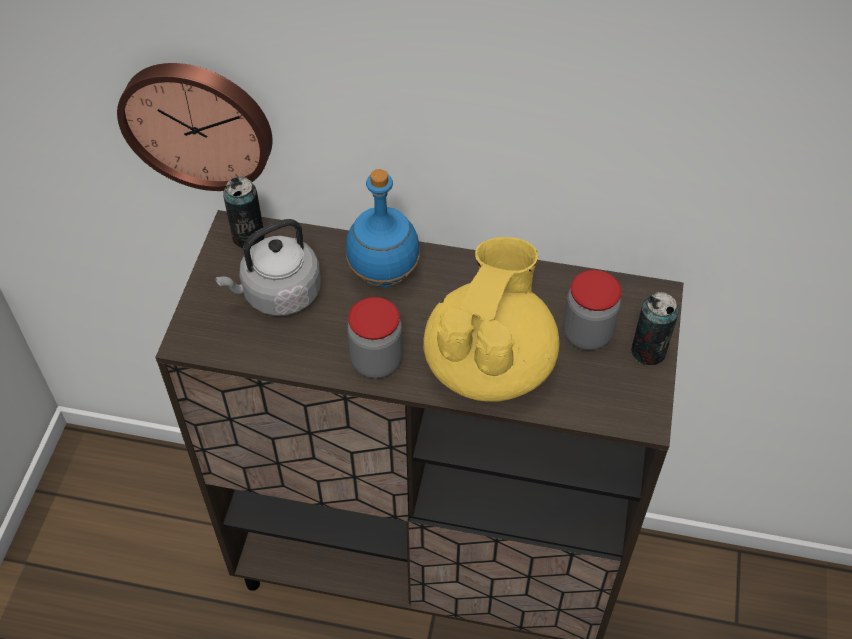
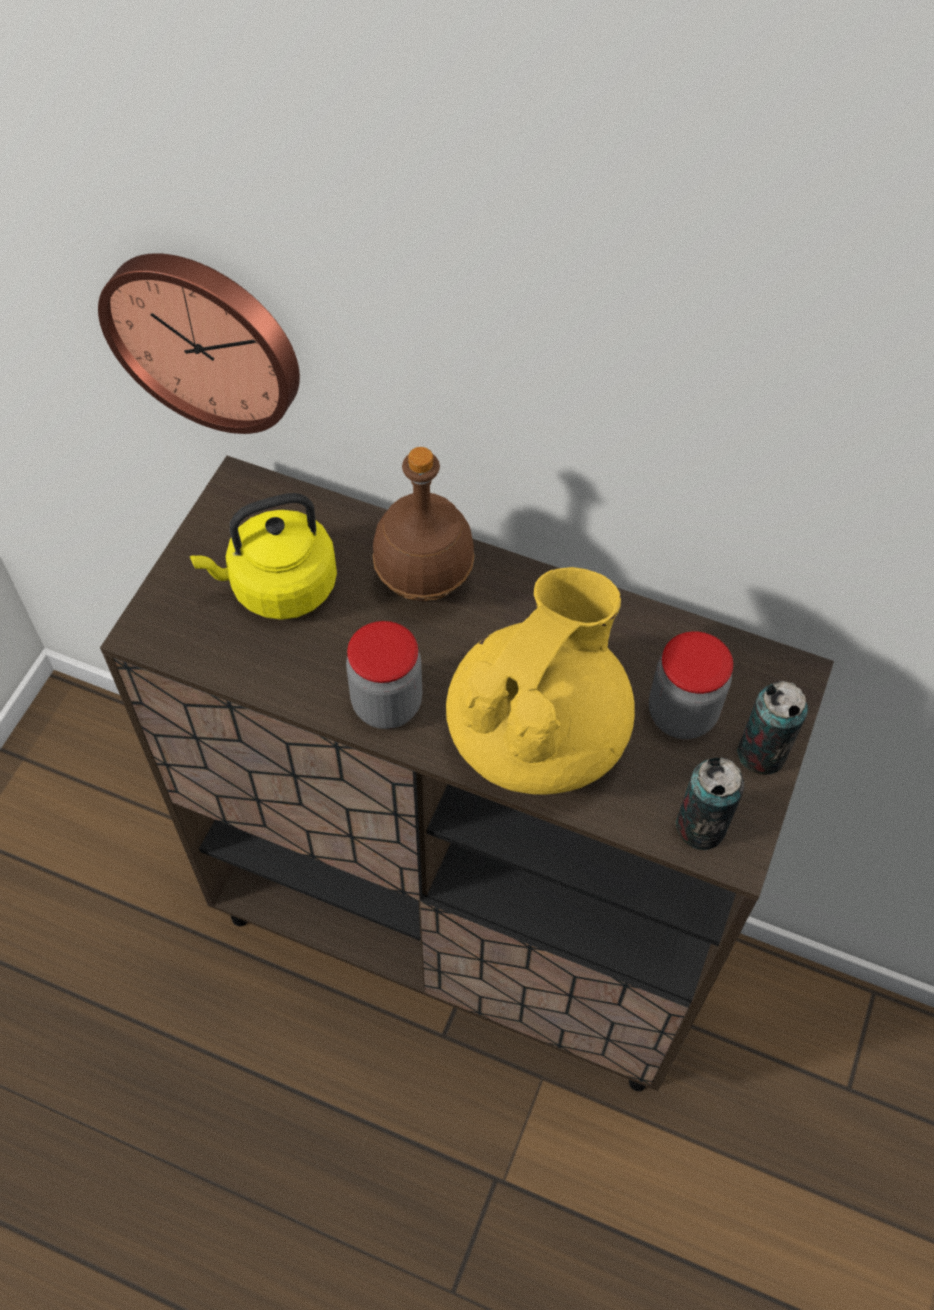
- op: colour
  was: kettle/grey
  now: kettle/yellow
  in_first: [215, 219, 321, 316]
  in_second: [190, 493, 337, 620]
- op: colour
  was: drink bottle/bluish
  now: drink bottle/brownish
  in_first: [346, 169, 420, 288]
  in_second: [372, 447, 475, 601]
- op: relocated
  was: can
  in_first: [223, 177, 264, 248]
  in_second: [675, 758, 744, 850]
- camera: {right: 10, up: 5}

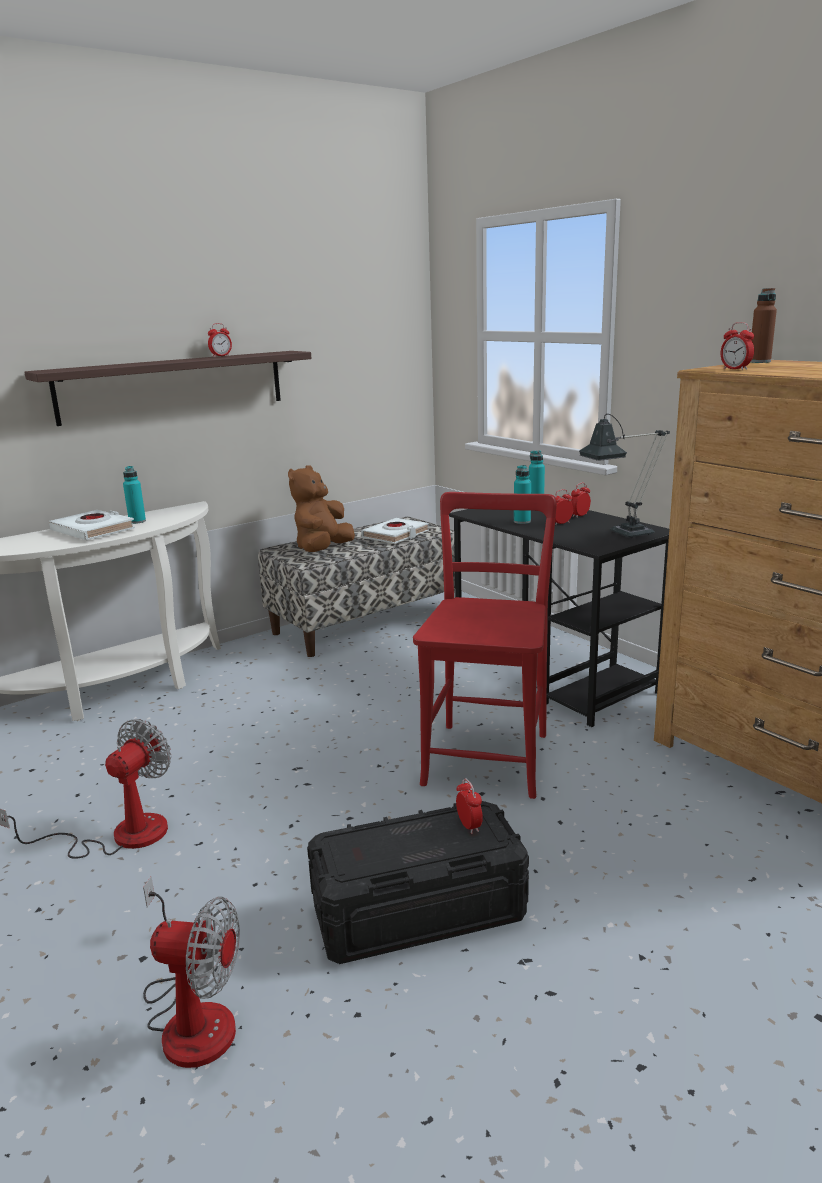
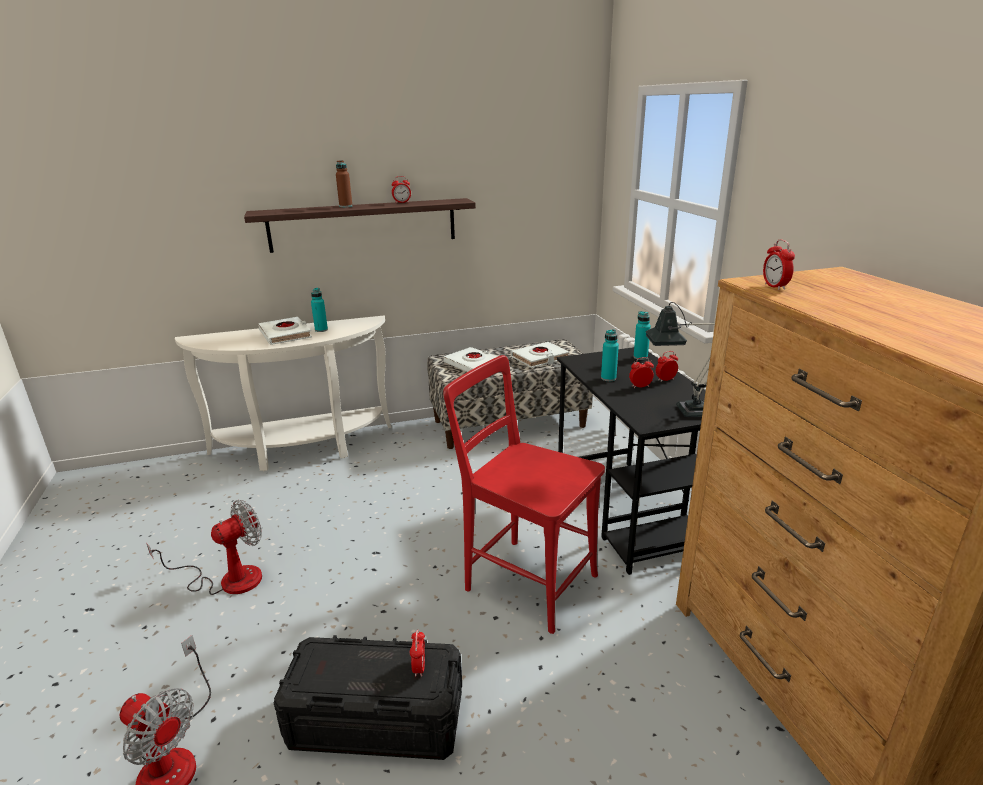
- op: relocated
  was: drink bottle/brownish
  in_first: [751, 288, 777, 363]
  in_second: [336, 160, 352, 208]
- op: spun
  was: upright chair/reddish
  in_first: [413, 492, 557, 799]
  in_second: [443, 355, 605, 634]
  clockwise: -90
- op: exchanged
  was: plush toy/brownish
  now: volume/whitish
  in_first: [288, 465, 355, 552]
  in_second: [444, 347, 497, 372]
- camera: {right: 20, up: 5}

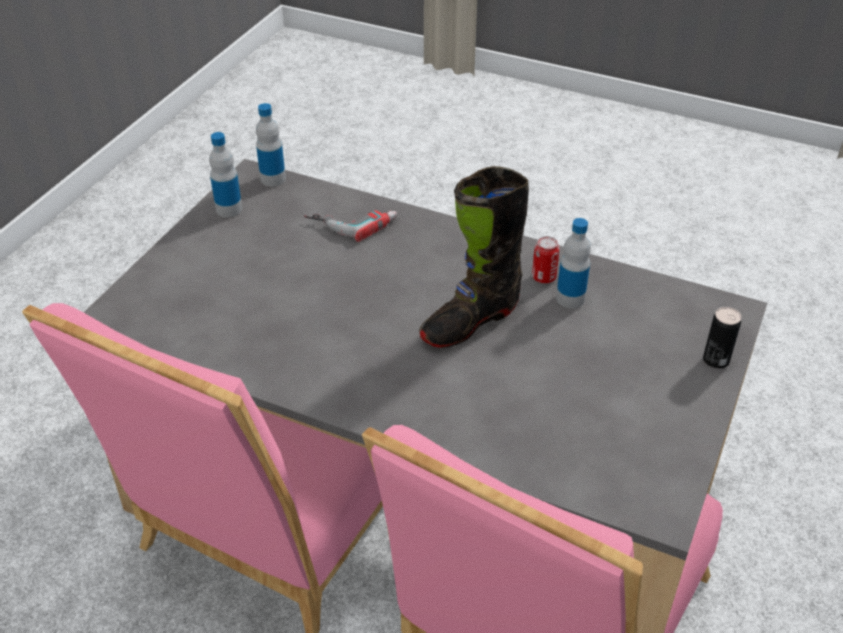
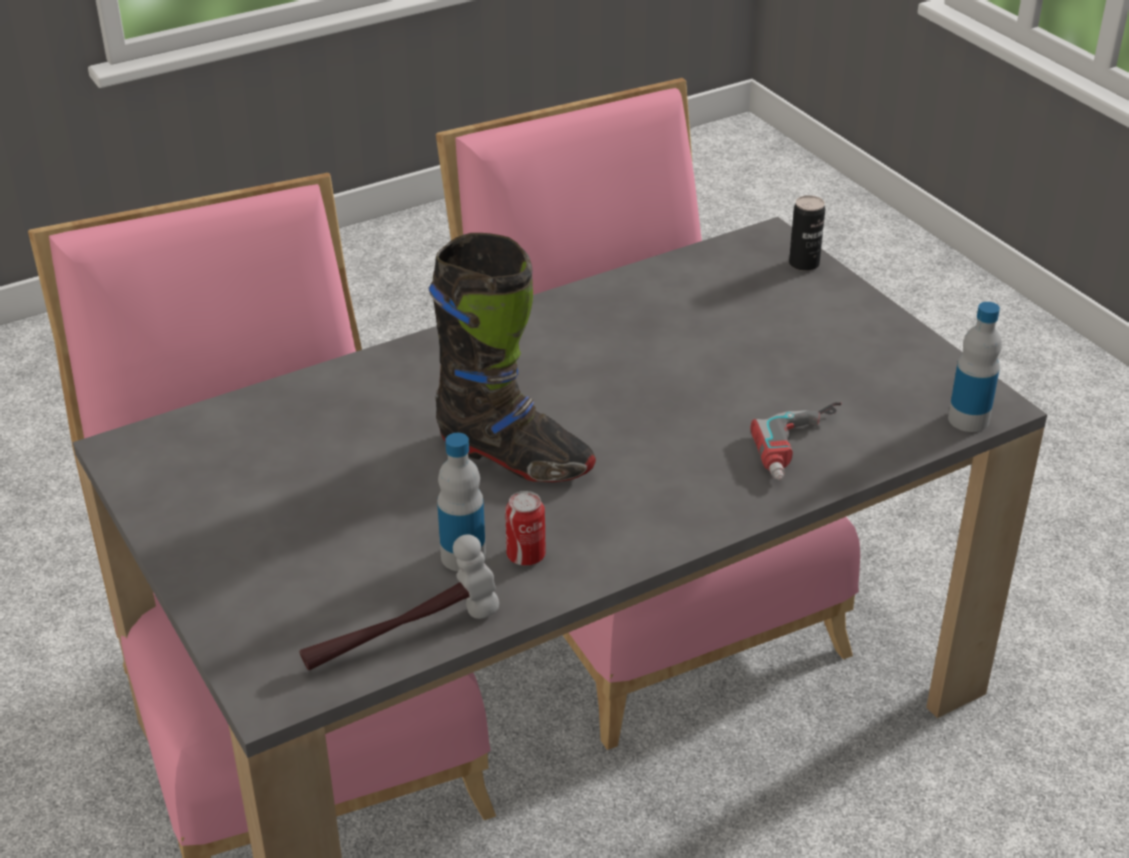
- op: appeared
  now: hand hammer
  in_second: [299, 534, 499, 670]
- op: spun
  was: boot/blackish
  in_first: [419, 166, 529, 348]
  in_second: [429, 233, 596, 482]
  clockwise: 120
- op: relocated
  was: can
  in_first: [703, 307, 741, 368]
  in_second: [789, 195, 825, 271]
- op: missing
  was: drink bottle
  in_first: [209, 132, 242, 217]
- camera: {right: 125, up: -5}

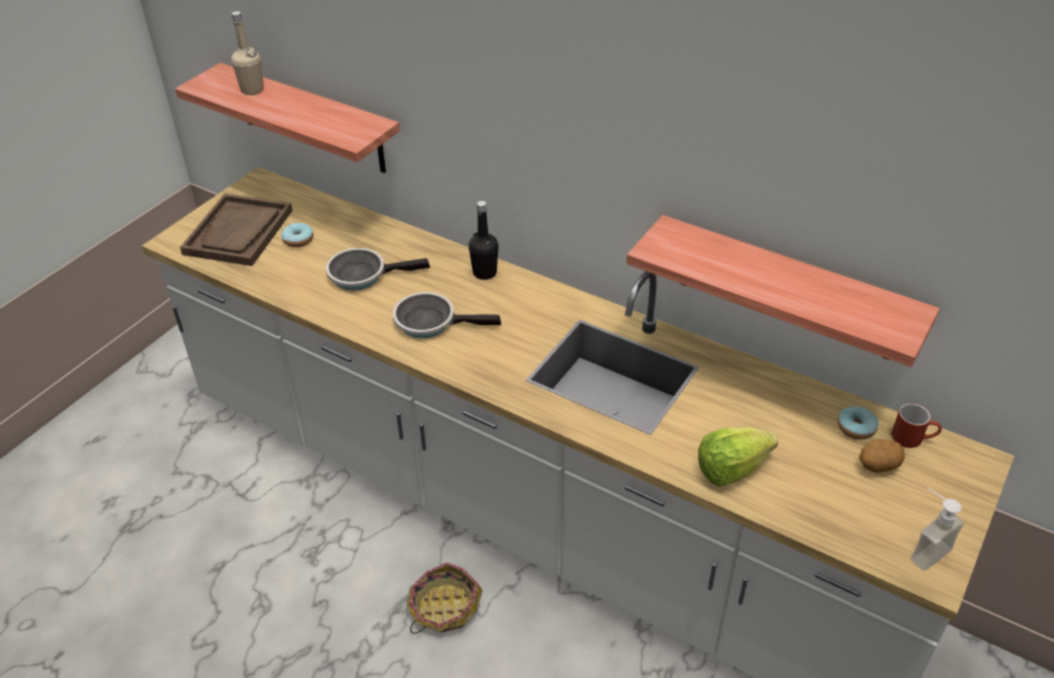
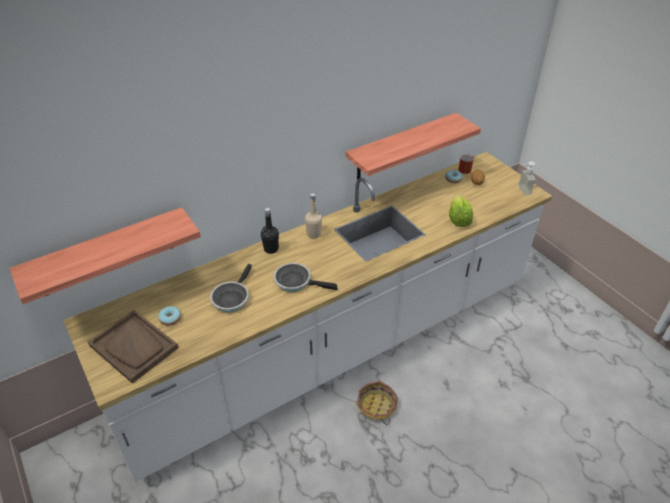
- op: spun
  was: pan
  in_first: [393, 292, 501, 338]
  in_second: [274, 263, 338, 292]
  clockwise: 75
- op: relocated
  was: drink bottle/beige
  in_first: [231, 11, 264, 95]
  in_second: [305, 193, 322, 238]
- camera: {right: -65, up: 0}

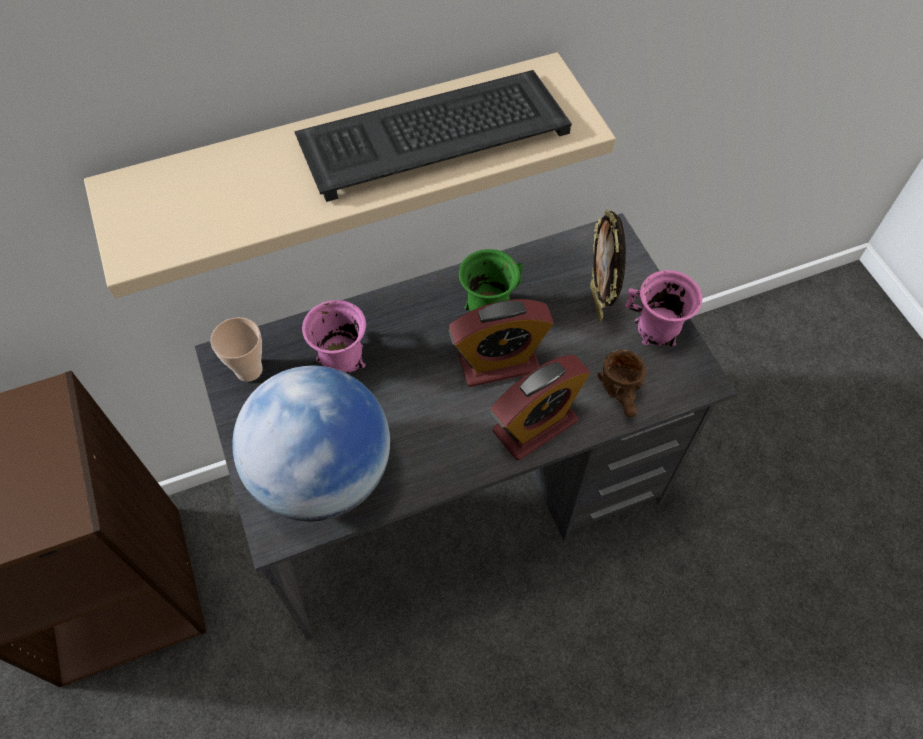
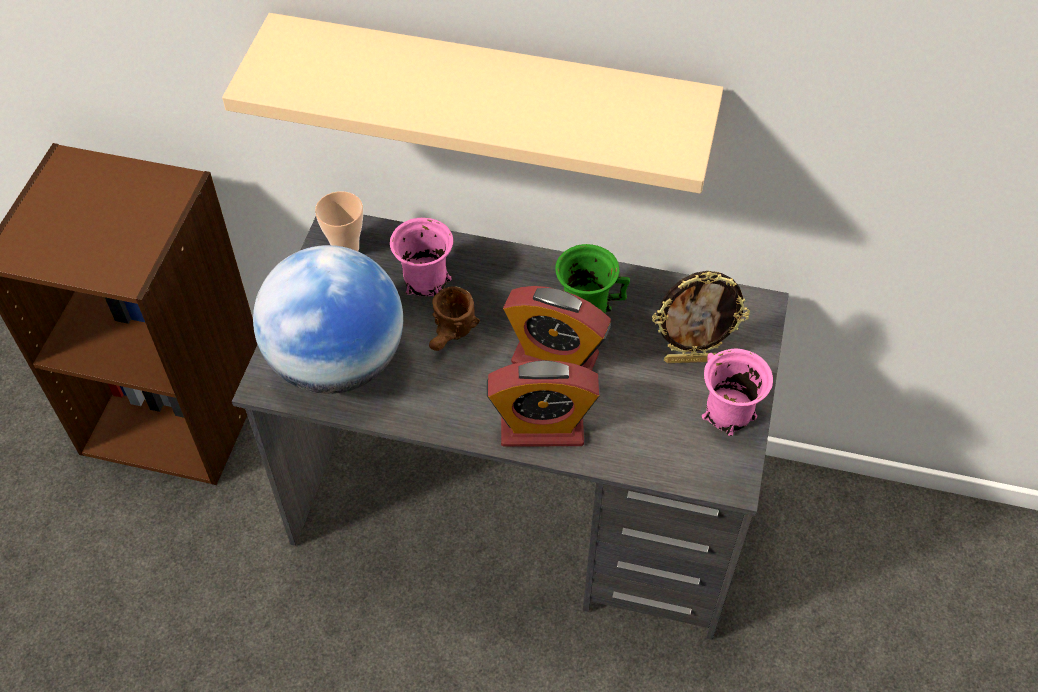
- op: relocated
  was: mug/brownish
  in_first: [598, 350, 646, 417]
  in_second: [429, 286, 480, 351]
- op: spun
  was: standing frame
  in_first: [590, 209, 626, 322]
  in_second: [652, 271, 750, 363]
  clockwise: -120
- op: missing
  was: PC keyboard
  in_first: [294, 70, 572, 202]
- camera: {right: 35, up: -5}

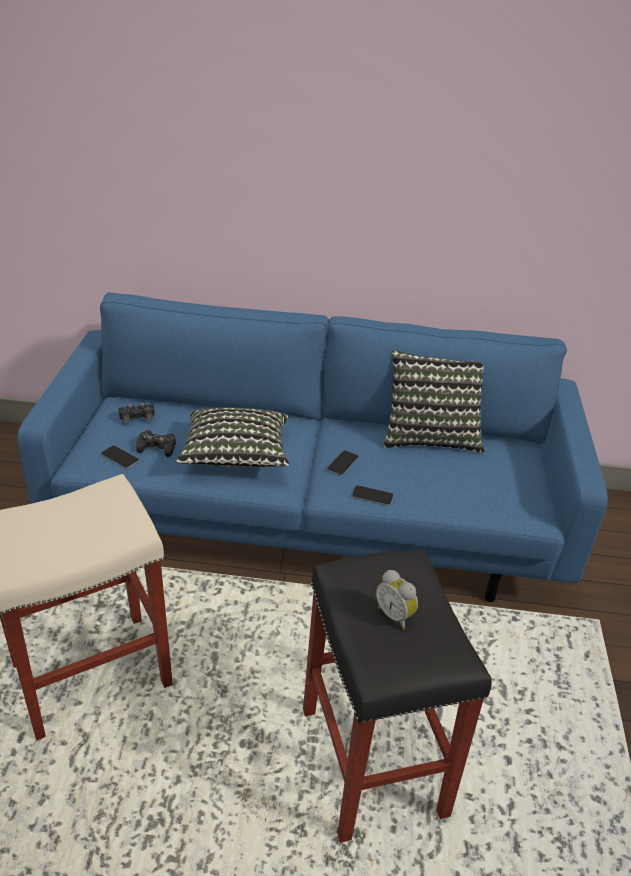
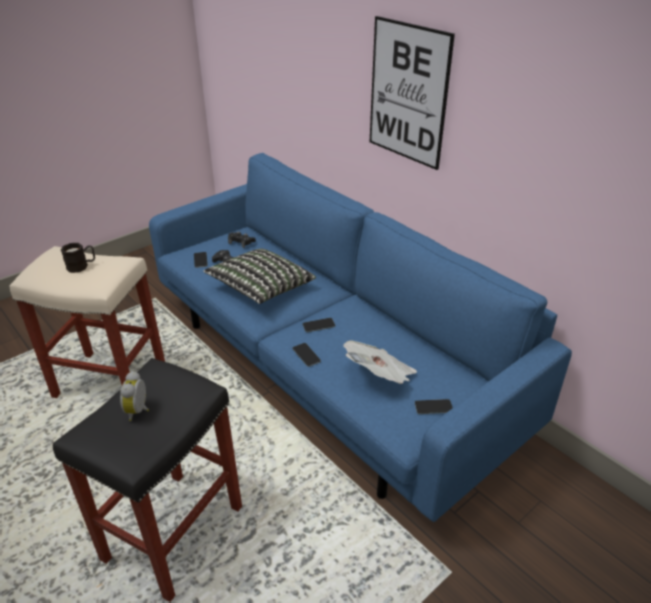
- op: appeared
  now: mug/blackish
  in_second: [61, 243, 95, 273]
- op: appeared
  now: daily paper
  in_second: [343, 340, 417, 384]
- op: appeared
  now: picture
  in_second: [370, 16, 455, 170]
- op: appeared
  now: telephone
  in_second: [415, 399, 453, 414]
- op: missing
  was: throw pillow
  in_first: [384, 350, 484, 453]
- camera: {right: 45, up: 0}

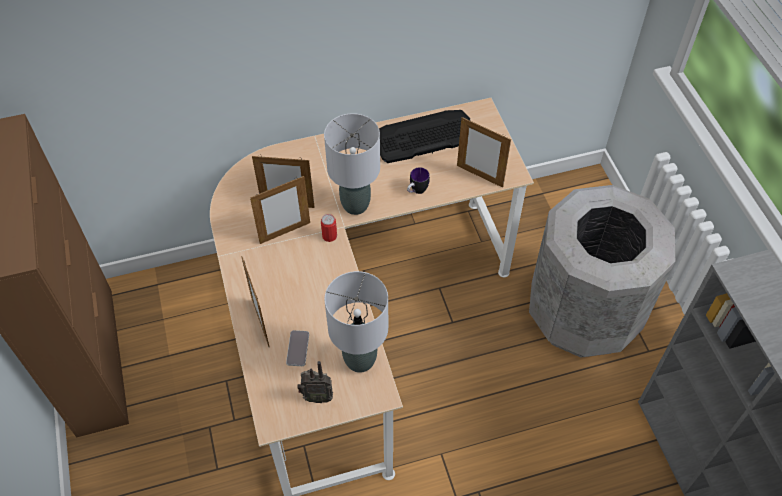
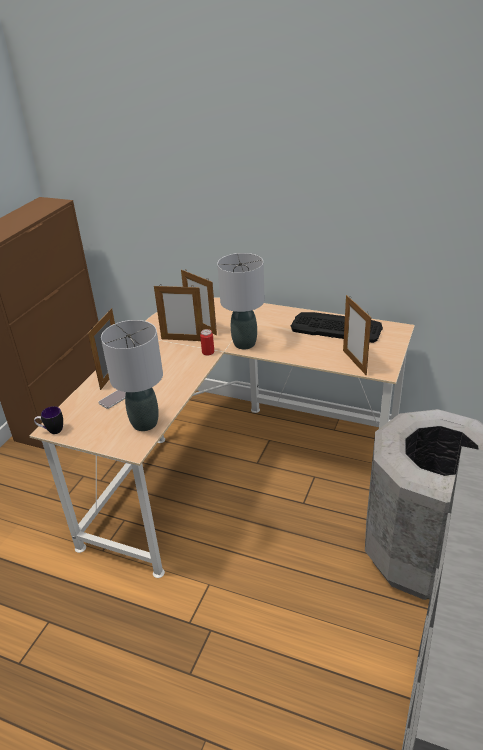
- op: relocated
  was: mug
  in_first: [407, 167, 430, 194]
  in_second: [34, 406, 63, 434]
- op: missing
  was: radio receiver
  in_first: [298, 361, 333, 403]
- camera: {right: 40, up: -20}

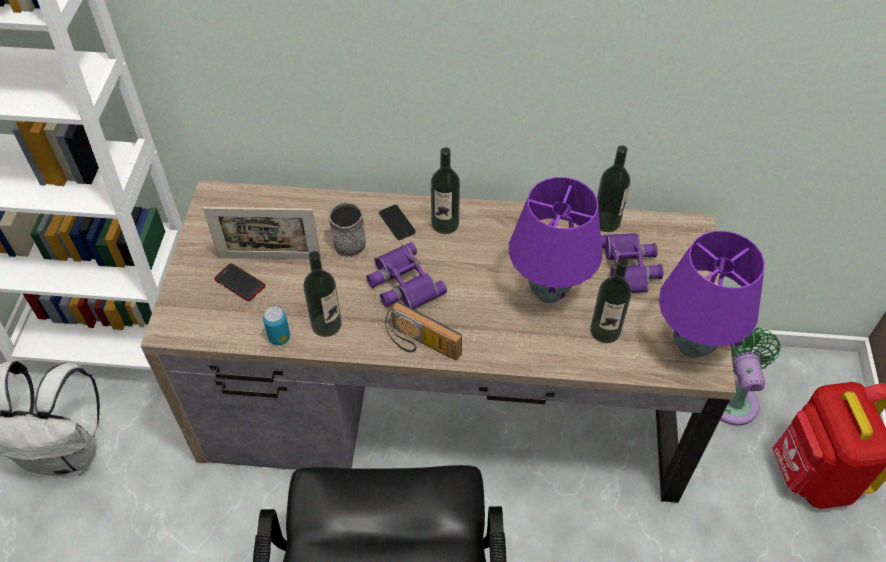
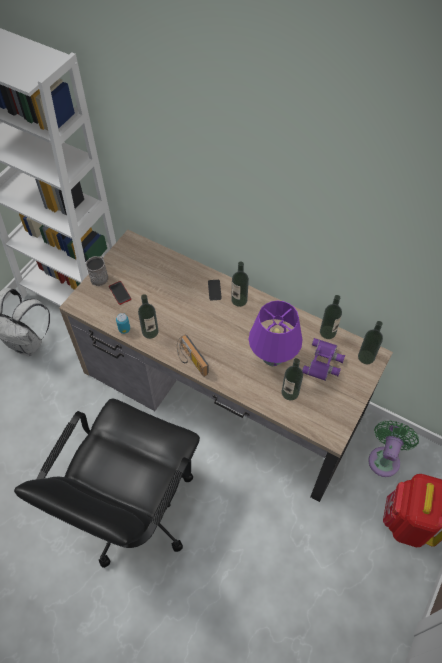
- op: relocated
  was: mug/grey
  in_first: [329, 202, 366, 257]
  in_second: [86, 256, 108, 286]
- op: appeared
  now: drink bottle
  in_second: [358, 321, 383, 364]
- op: missing
  was: standing frame
  in_first: [203, 207, 321, 259]
- op: missing
  was: binoculars/purple-coloured
  in_first: [366, 242, 447, 309]
- op: missing
  was: table lamp/purple-coloured
  in_first: [659, 231, 765, 358]
- camera: {right: 25, up: 5}

